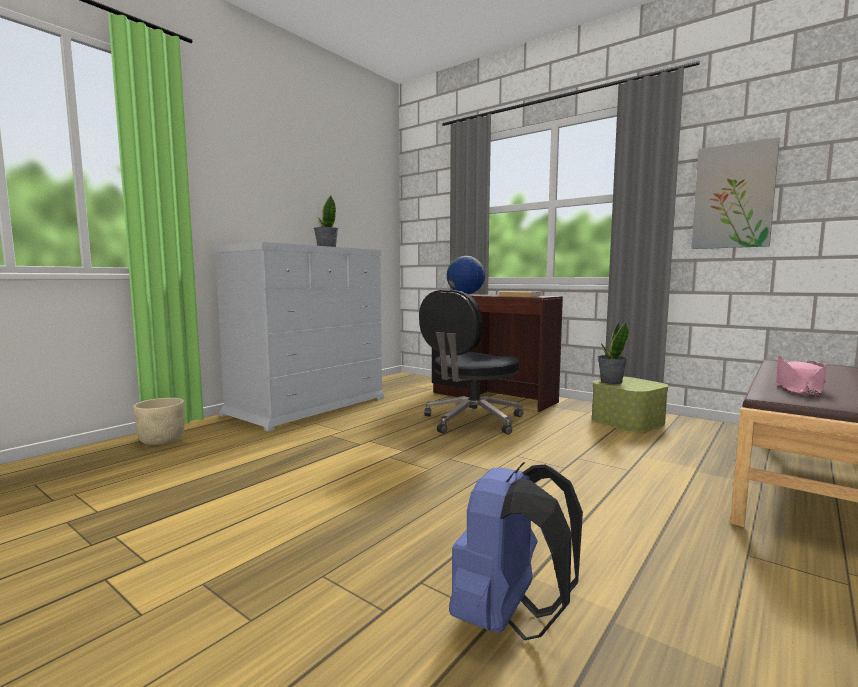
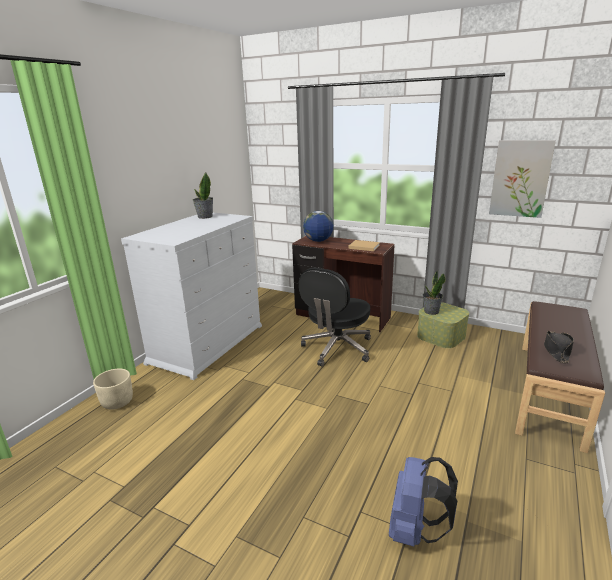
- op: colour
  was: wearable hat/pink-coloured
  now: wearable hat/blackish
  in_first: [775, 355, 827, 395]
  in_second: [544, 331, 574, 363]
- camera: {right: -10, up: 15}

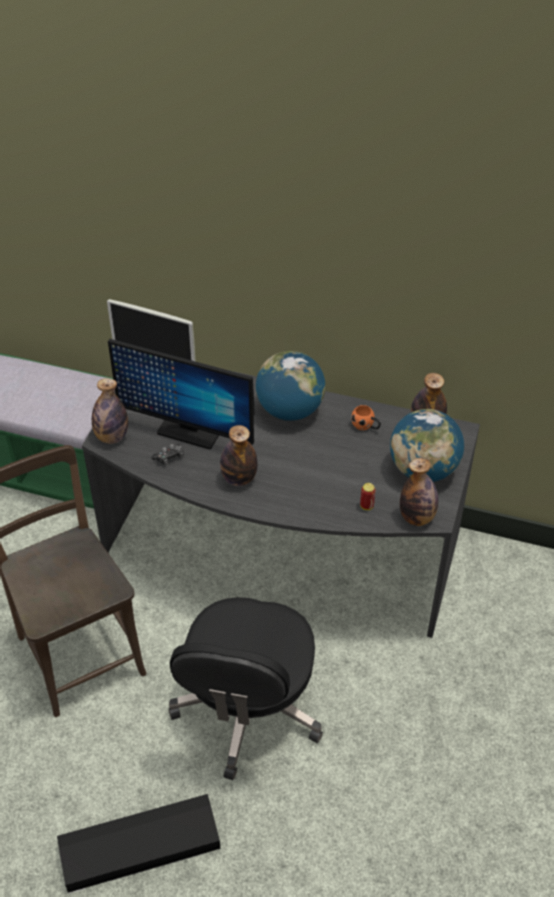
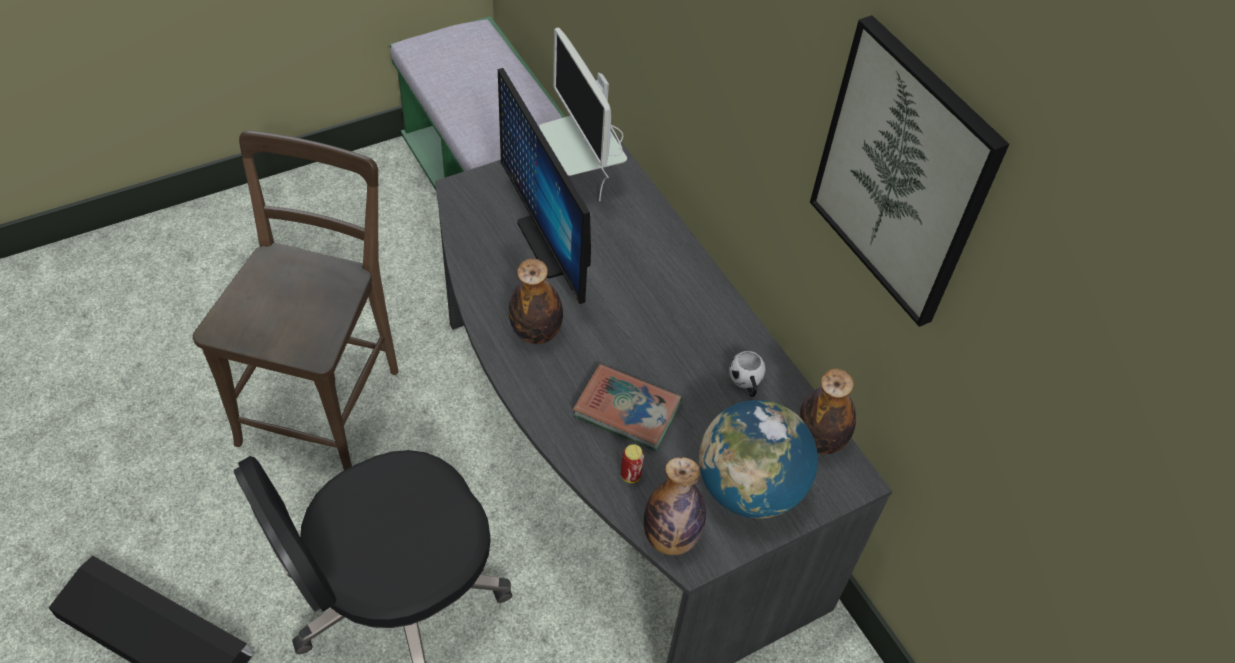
- op: appeared
  now: volume
  in_second: [573, 364, 682, 451]
- op: colour
  was: mug/orangey
  now: mug/whitish
  in_first: [351, 405, 381, 430]
  in_second: [729, 351, 765, 397]
- op: appeared
  now: picture
  in_second: [810, 15, 1009, 327]
- op: missing
  was: drink bottle
  in_first: [92, 378, 128, 444]
- op: missing
  was: gamepad
  in_first: [151, 444, 184, 465]
- op: missing
  was: desk globe
  in_first: [256, 351, 325, 421]
- camera: {right: 40, up: 5}

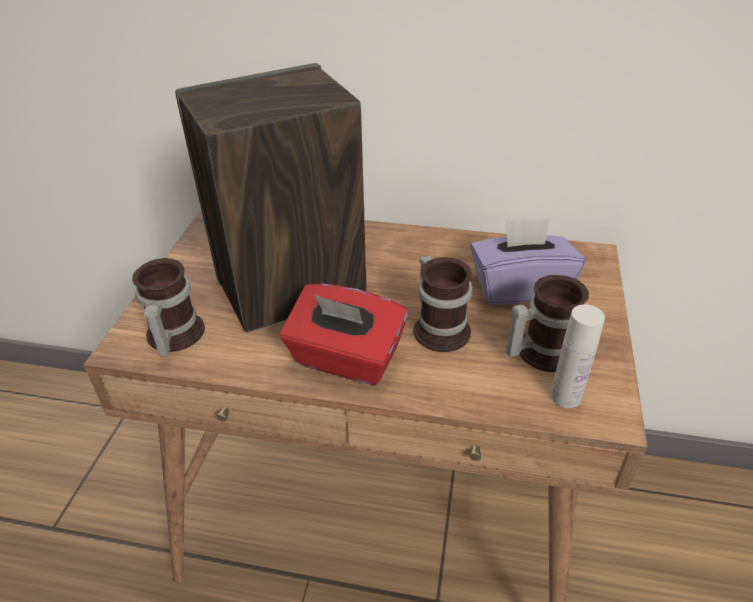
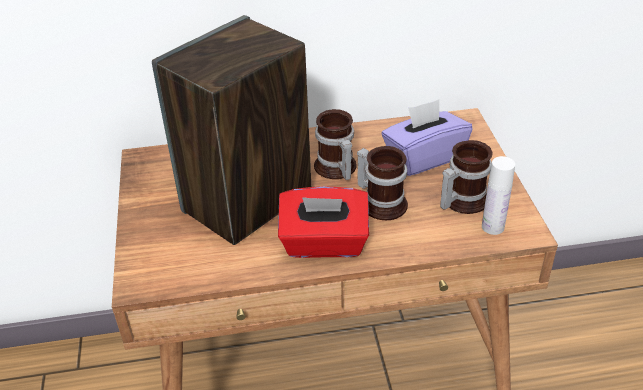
- op: relocated
  was: mug
  in_first: [132, 258, 205, 357]
  in_second: [314, 109, 357, 180]
- camera: {right: -20, up: 0}

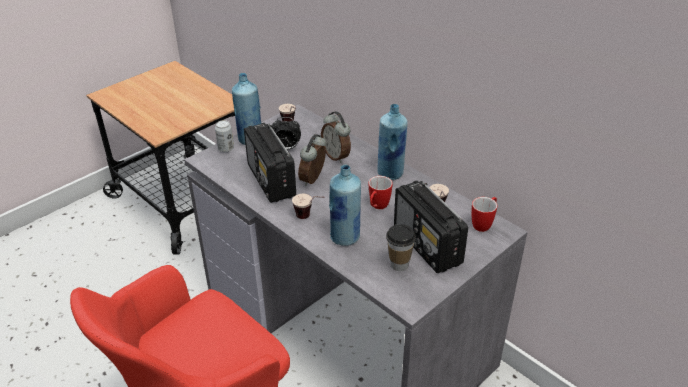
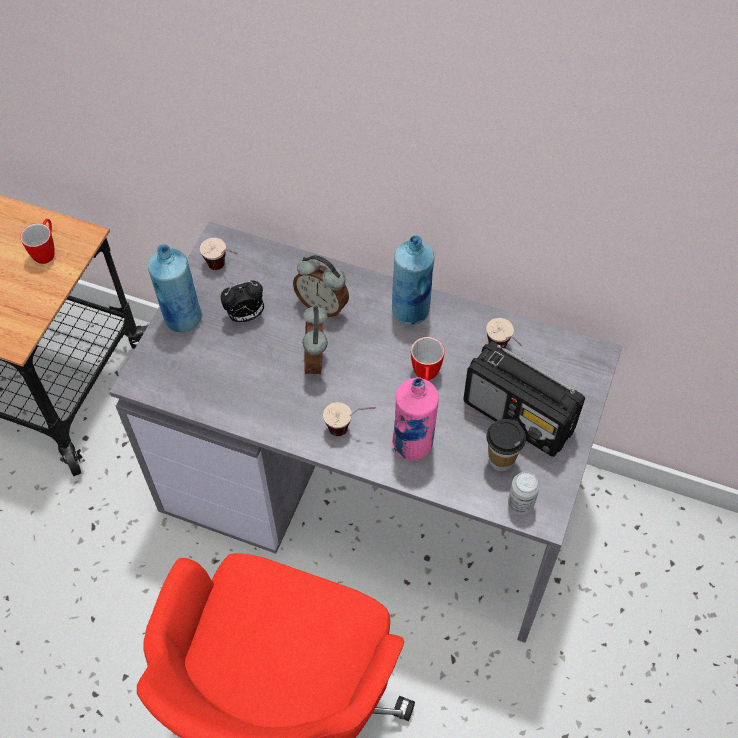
- op: relocated
  was: mug
  in_first: [472, 197, 497, 232]
  in_second: [20, 219, 55, 264]
- op: colour
  was: drink bottle/bluish
  now: drink bottle/pink-coloured
  in_first: [329, 164, 361, 246]
  in_second: [392, 377, 439, 460]
- op: relocated
  was: can
  in_first: [215, 120, 234, 152]
  in_second: [508, 472, 540, 514]
- op: missing
  was: radio receiver
  in_first: [244, 123, 296, 203]
- camera: {right: -25, up: 20}

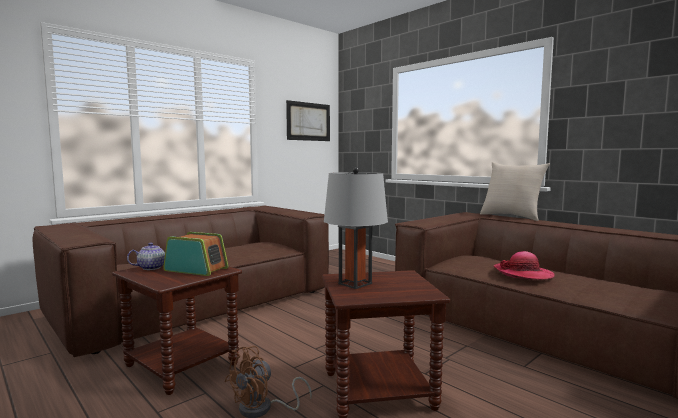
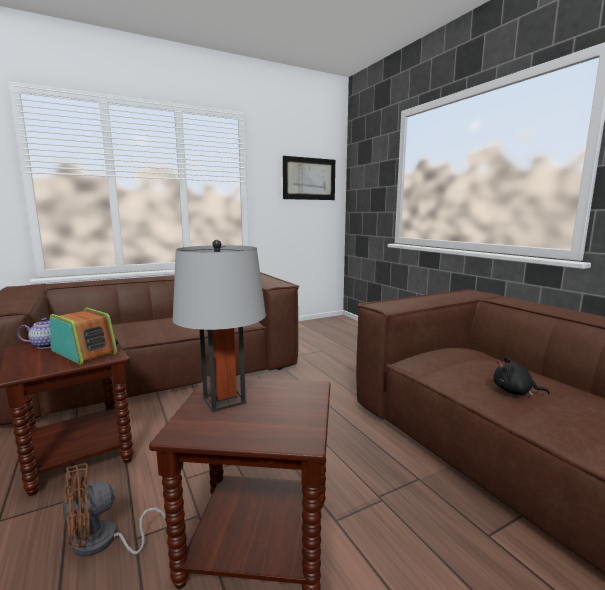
- op: exchanged
  was: wearable hat
  now: plush toy/blackish
  in_first: [493, 251, 555, 280]
  in_second: [493, 356, 550, 396]
- op: missing
  was: throw pillow/beige
  in_first: [480, 162, 550, 221]
- camera: {right: 15, up: 5}

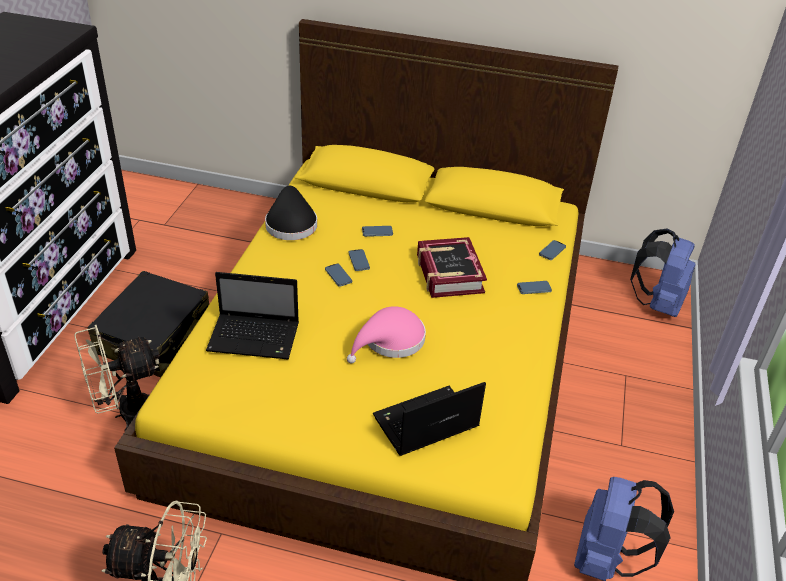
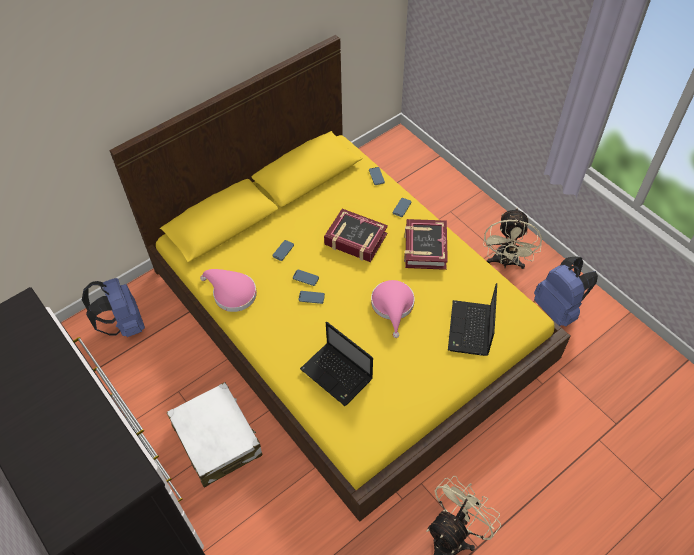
- op: relocated
  was: rucksack/bluish
  in_first: [630, 229, 696, 317]
  in_second: [82, 278, 145, 337]
- op: colour
  was: suitcase/blackish
  now: suitcase/whitish
  in_first: [88, 271, 209, 377]
  in_second: [167, 382, 262, 488]
- op: colour
  was: wearable hat/blackish
  now: wearable hat/pink-coloured
  in_first: [265, 185, 317, 240]
  in_second: [200, 269, 257, 312]
- op: spun
  was: laptop
  in_first: [206, 272, 299, 359]
  in_second: [300, 321, 373, 406]
  clockwise: 90
- op: appeared
  now: volume
  in_second: [404, 219, 448, 270]
- op: relocated
  was: electric fan/beige
  in_first: [74, 325, 160, 431]
  in_second: [483, 208, 542, 269]
- camera: {right: -50, up: 15}

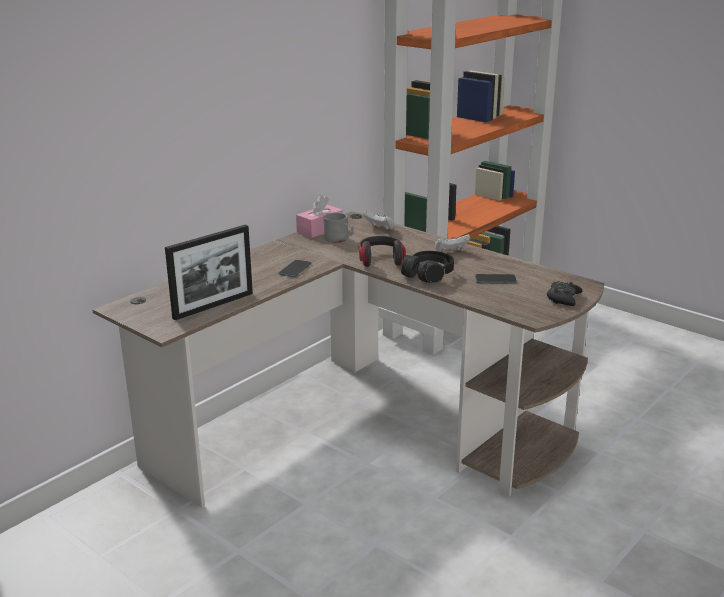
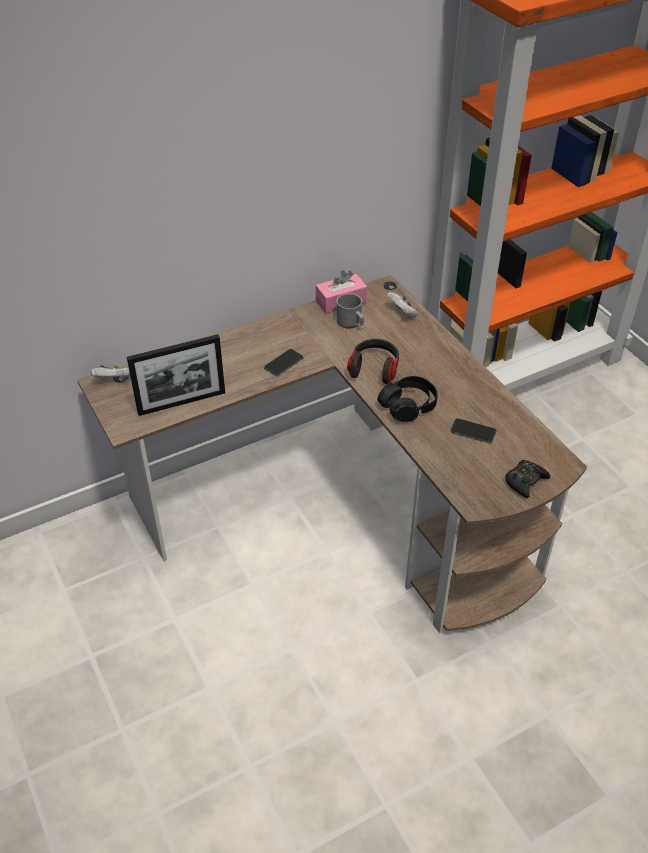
- op: relocated
  was: gamepad/whitish
  in_first: [435, 235, 470, 253]
  in_second: [91, 365, 130, 380]
- camera: {right: 20, up: 20}

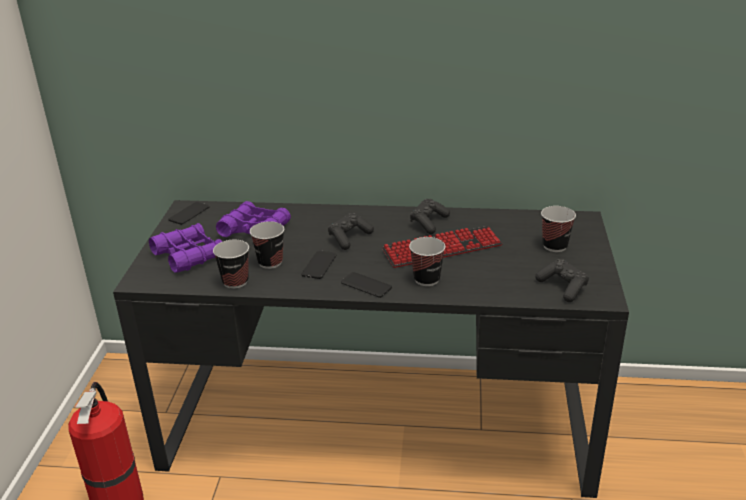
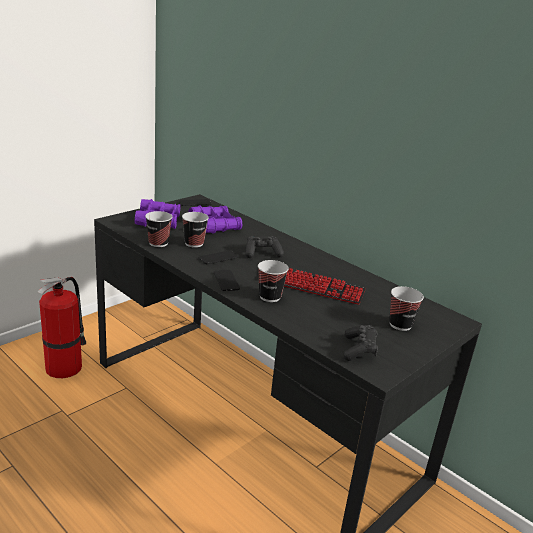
- op: missing
  was: gamepad/blackish
  in_first: [410, 199, 450, 234]
- camera: {right: 35, up: -5}

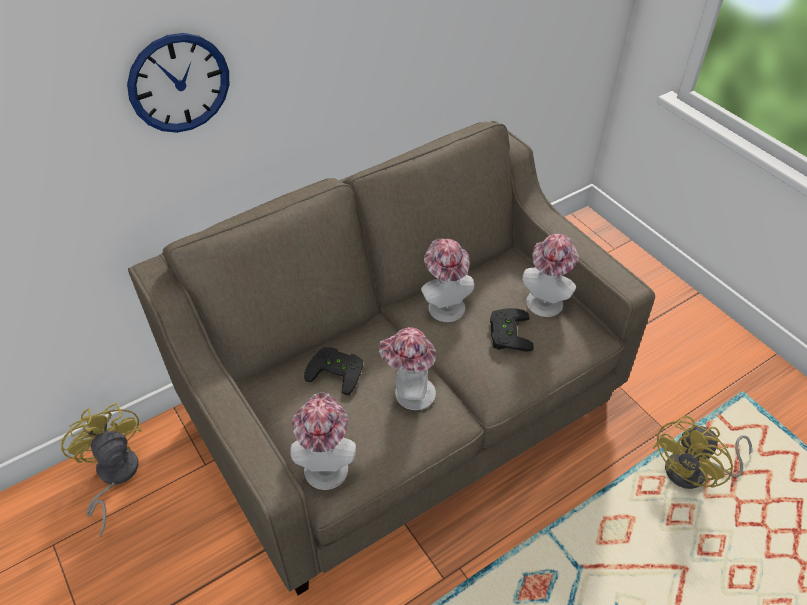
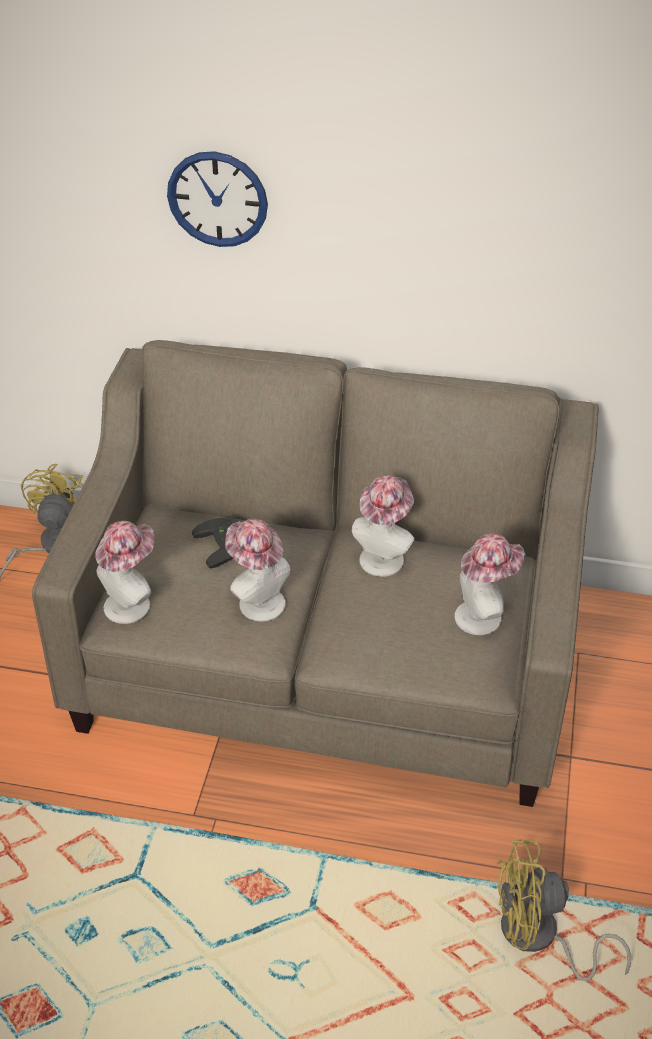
- op: missing
  was: gamepad/blackish
  in_first: [490, 308, 534, 352]
- camera: {right: 45, up: -5}

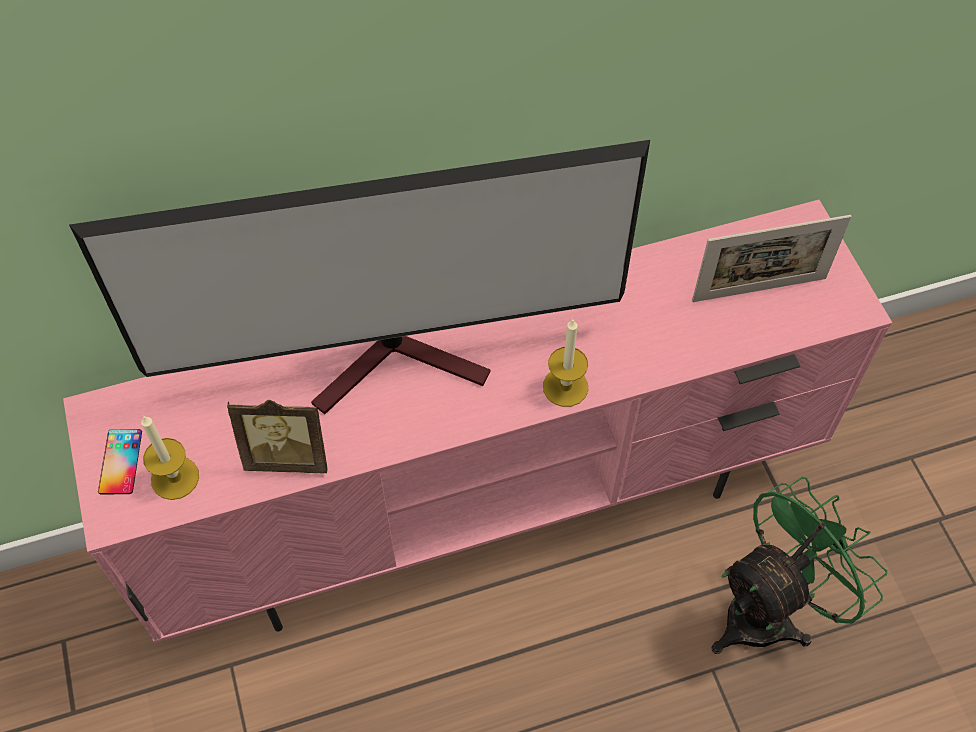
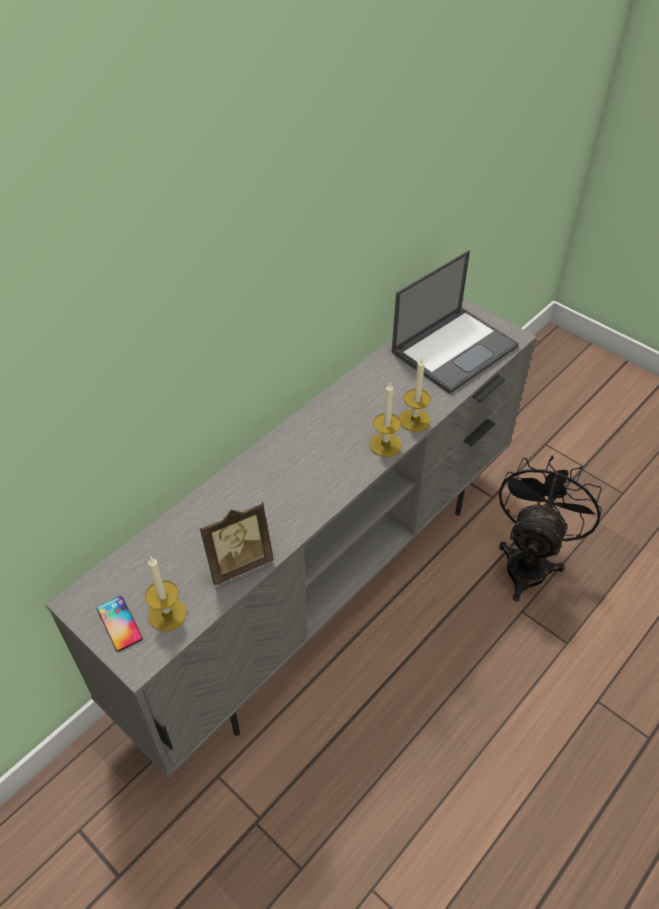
- op: colour
  was: tv stand/pink-coloured
  now: tv stand/grey
  in_first: [63, 200, 892, 643]
  in_second: [45, 299, 537, 778]
- op: exchanged
  was: standing frame
  now: laptop
  in_first: [692, 215, 852, 302]
  in_second: [392, 250, 519, 394]
- op: appeared
  now: wax candle
  in_second: [399, 358, 431, 432]
- op: colour
  was: electric fan/green-coloured
  now: electric fan/blackish
  in_first: [711, 477, 887, 654]
  in_second: [499, 455, 602, 602]
- op: missing
  was: TV
  in_first: [69, 140, 650, 414]
- camera: {right: -30, up: -10}

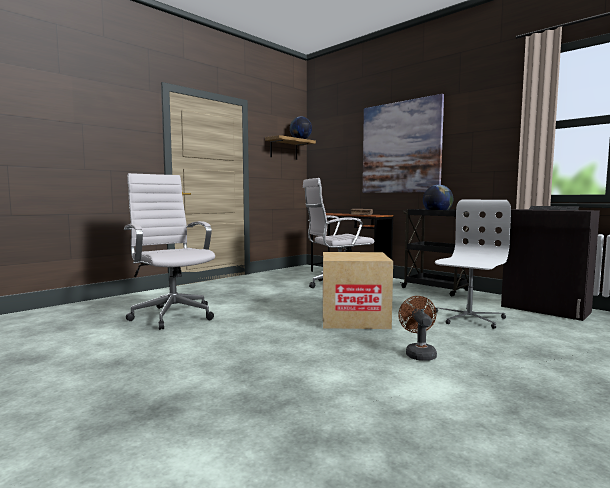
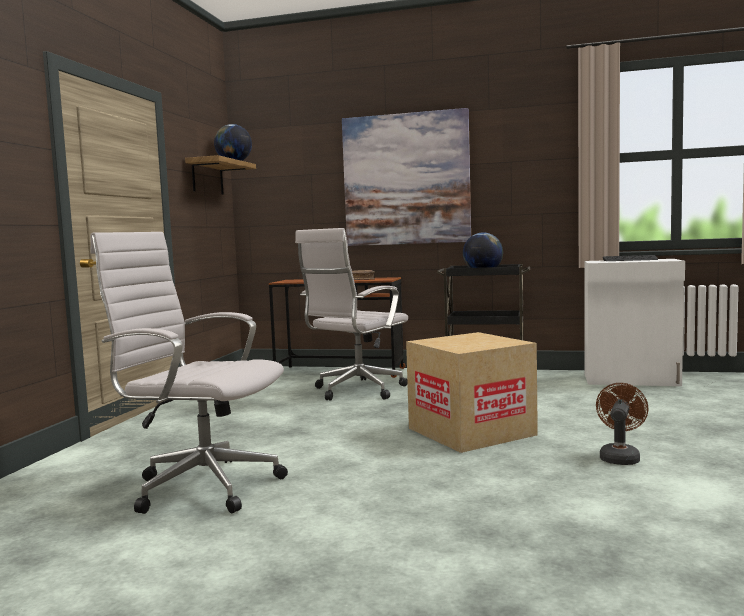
- op: colour
  was: storage cabinet/blackish
  now: storage cabinet/whitish
  in_first: [501, 209, 600, 321]
  in_second: [584, 259, 685, 386]
- op: spun
  was: electric fan/brownish
  in_first: [398, 296, 437, 361]
  in_second: [596, 383, 648, 465]
  clockwise: 60
- op: missing
  was: desk chair/whitish
  in_first: [435, 200, 511, 329]
- camera: {right: -30, up: 0}

